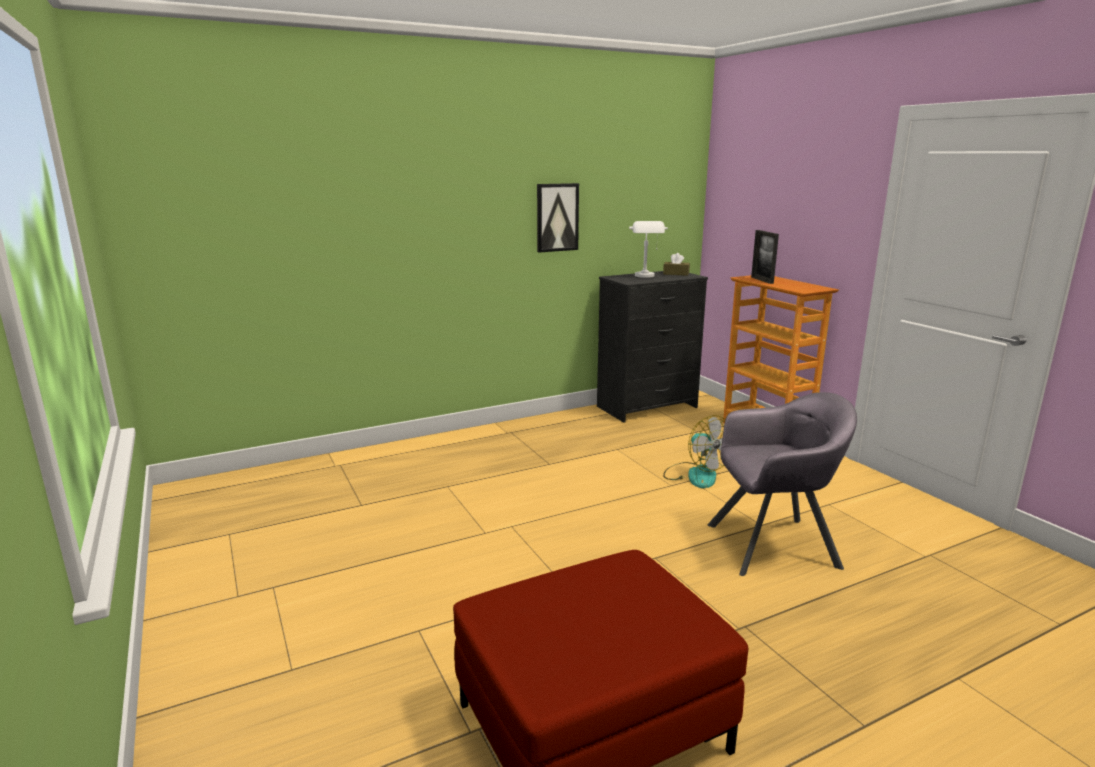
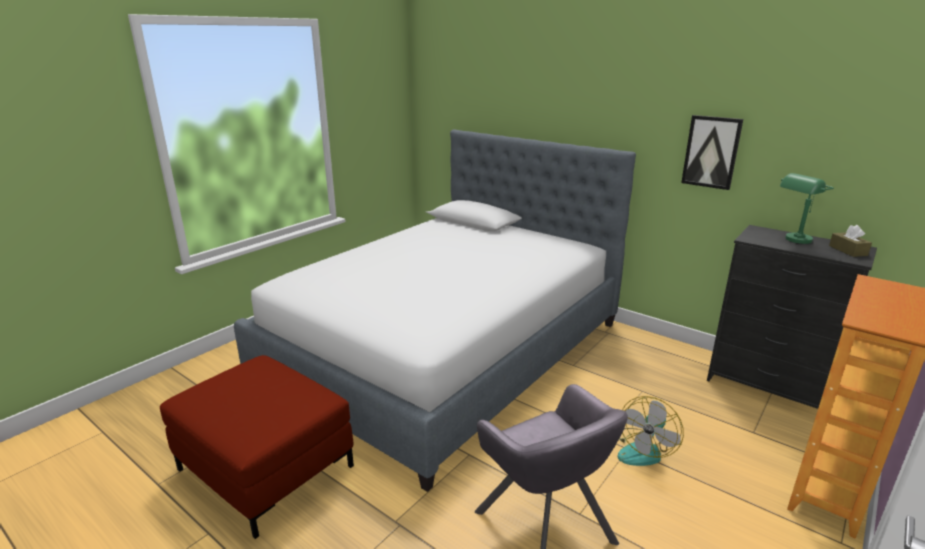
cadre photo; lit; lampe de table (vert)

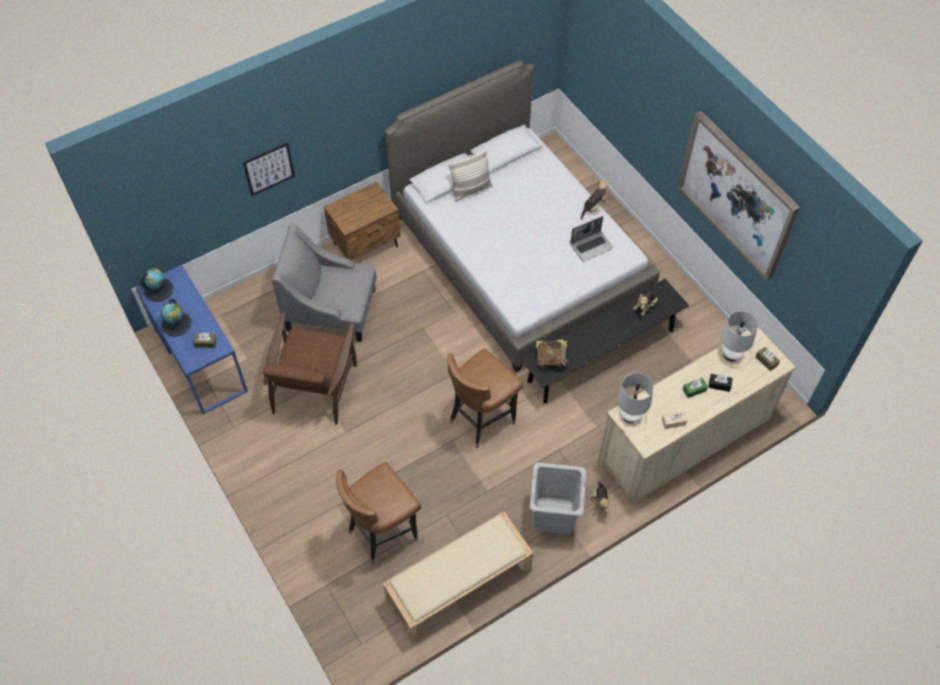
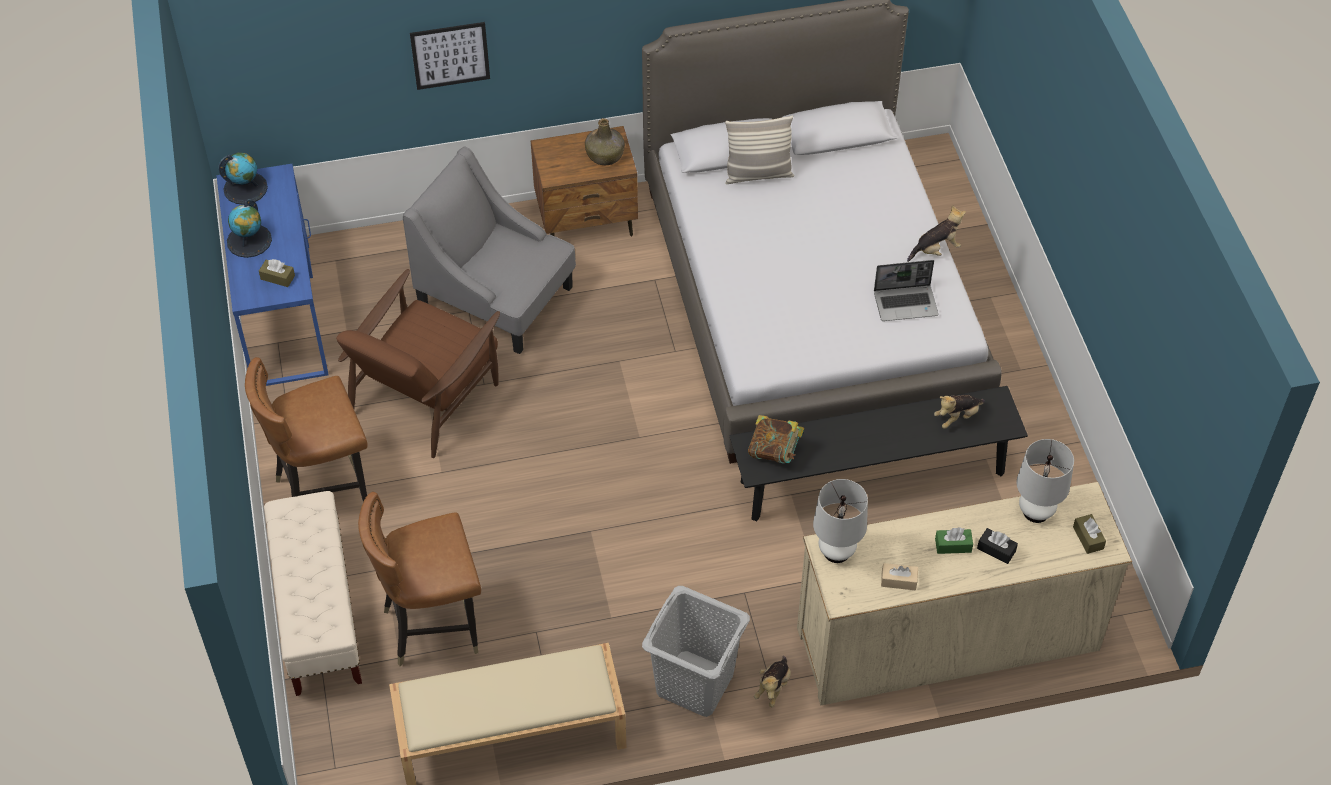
tableau (2nd from left in the first image); banc (beige) (1st from left); bouteille (vert); chaise (marron) (1st from left)

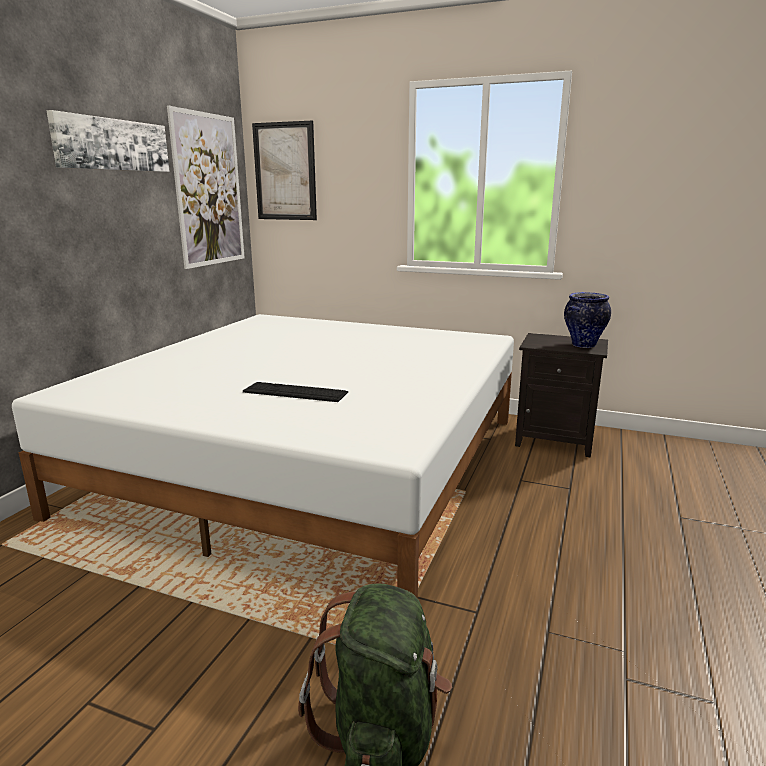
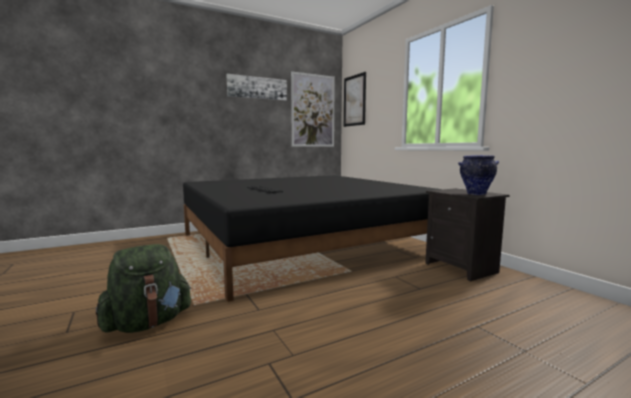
lit (noir)

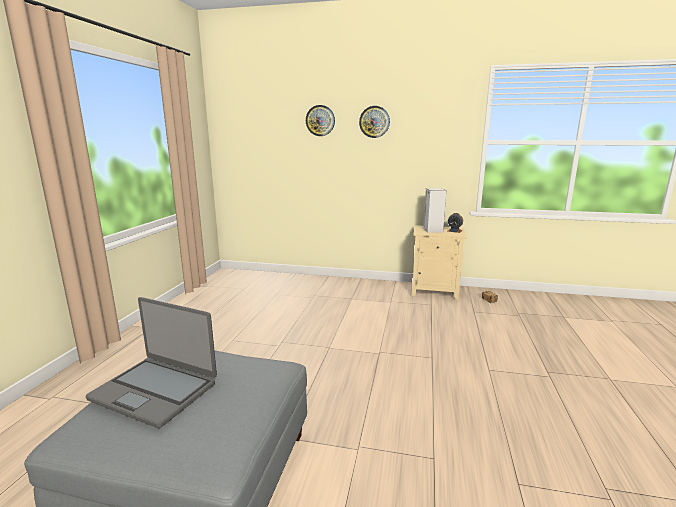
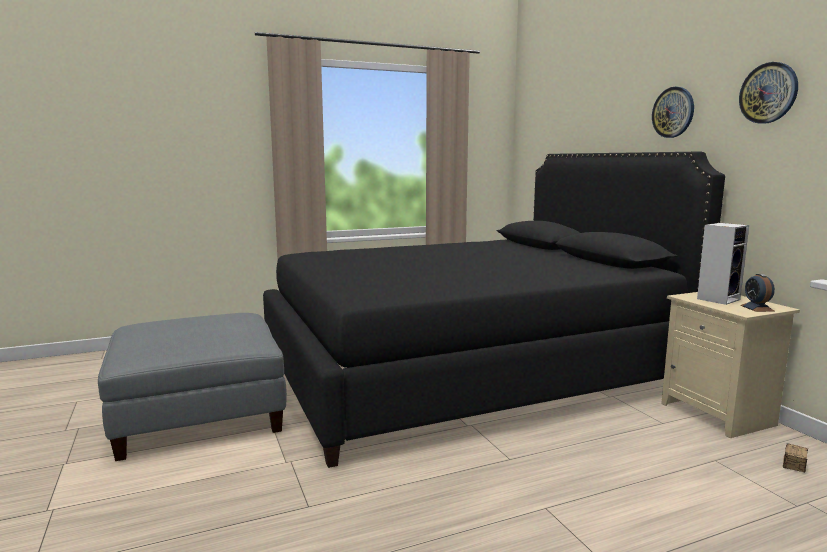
ordinateur portable; lit (noir); horloge murale (2nd from left)

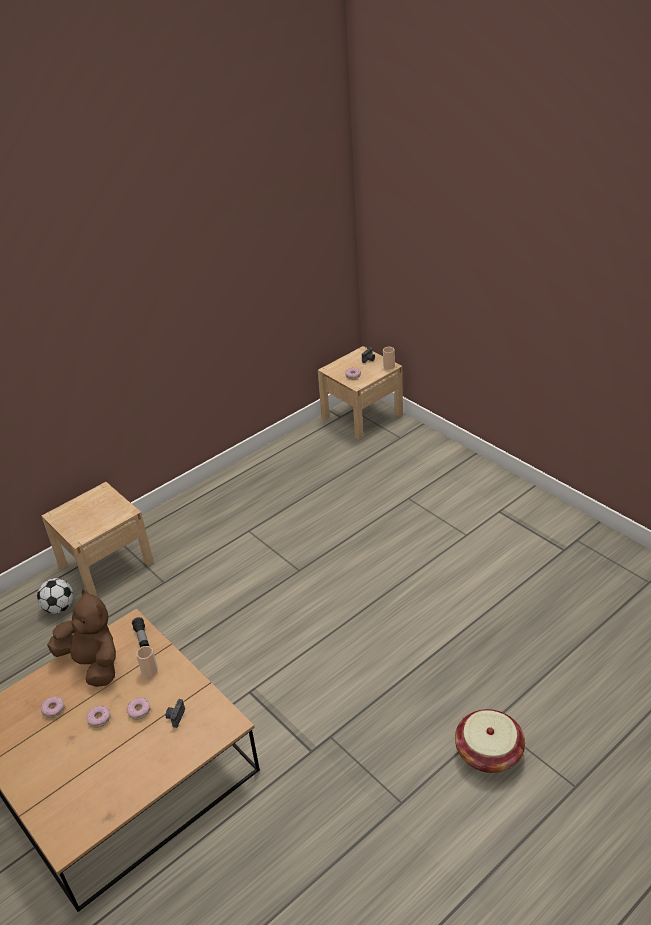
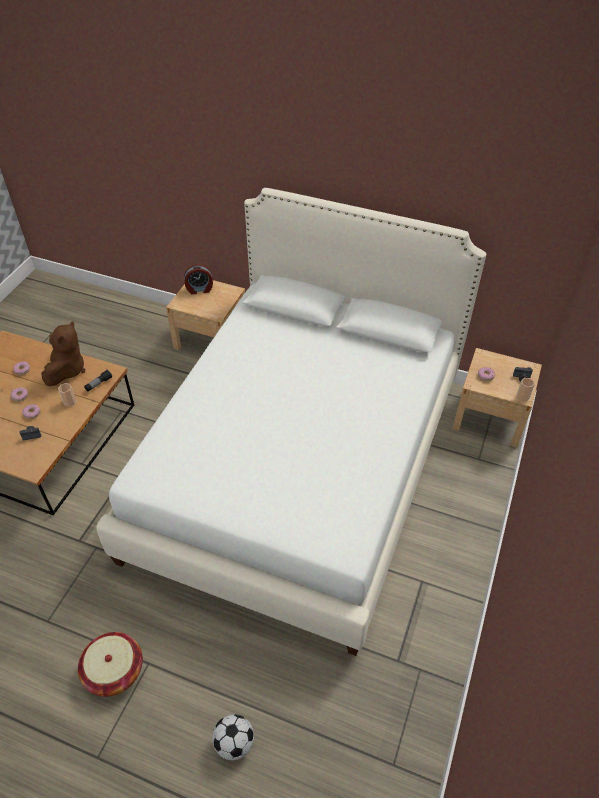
lit (blanc); réveil; ballon de foot

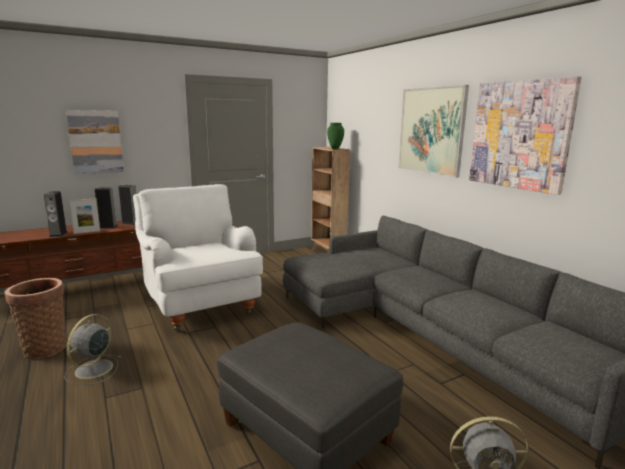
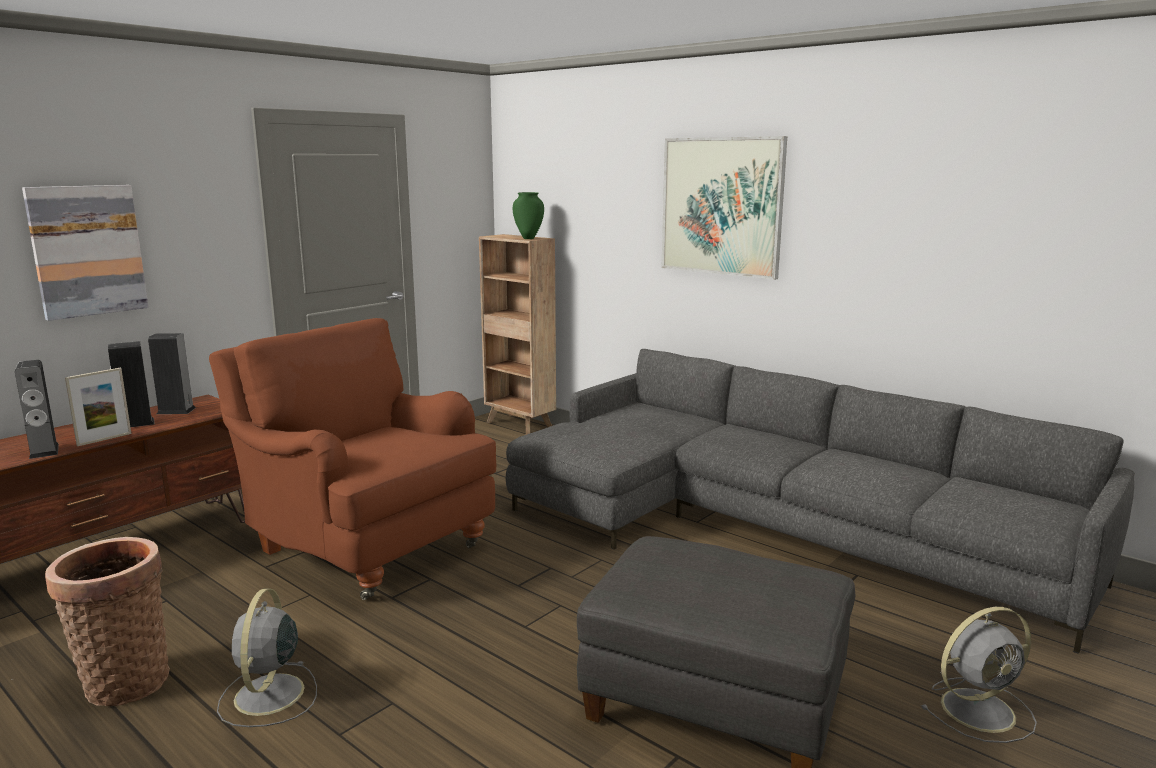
tableau (3rd from left in the first image); fauteuil (marron)

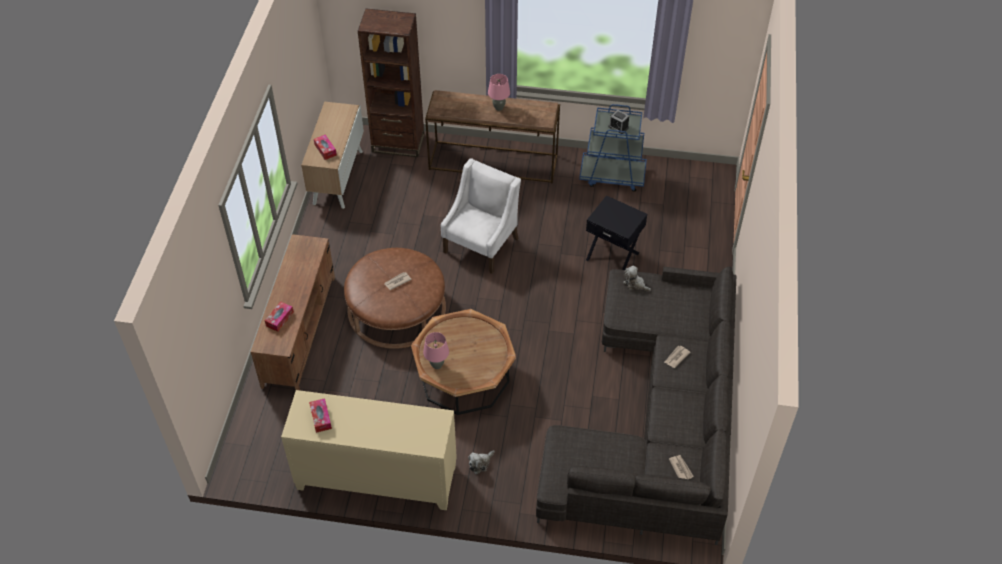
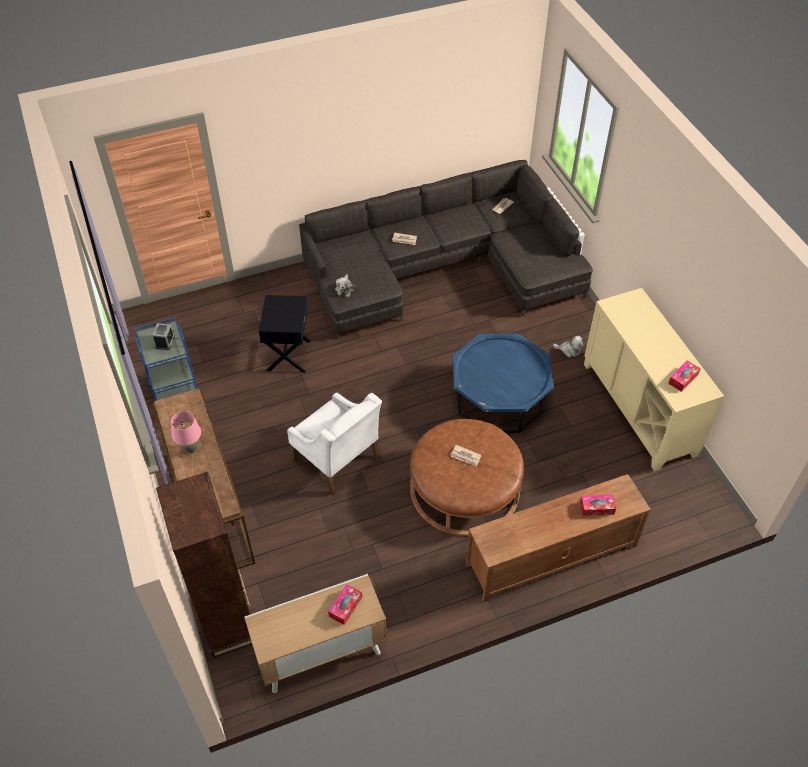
lampe de table (rose) (1st from left in the first image); table basse (bleu); fauteuil (blanc)

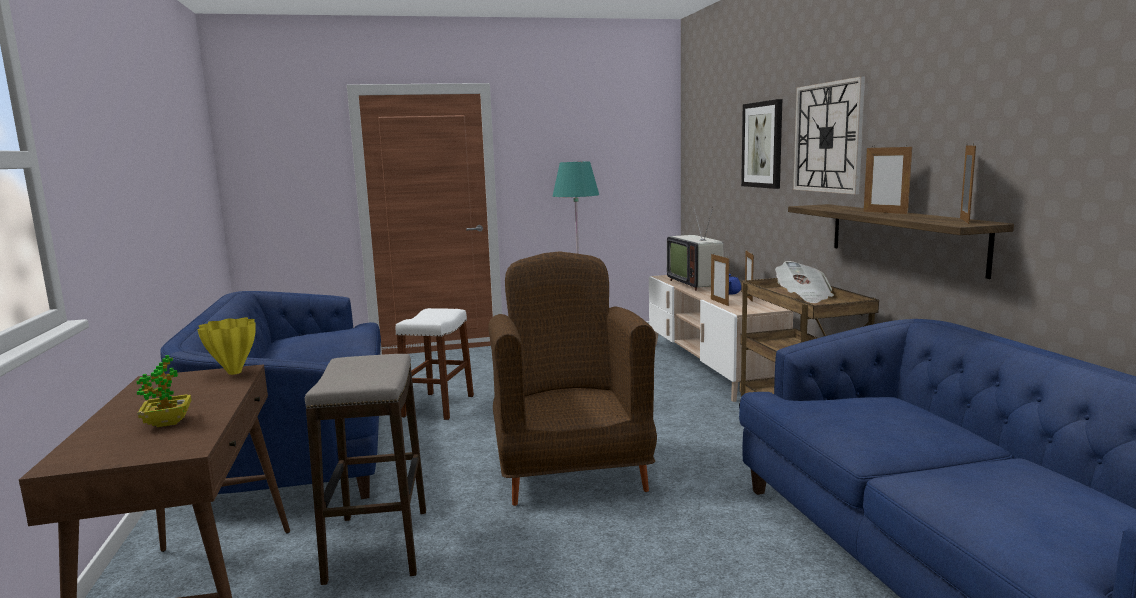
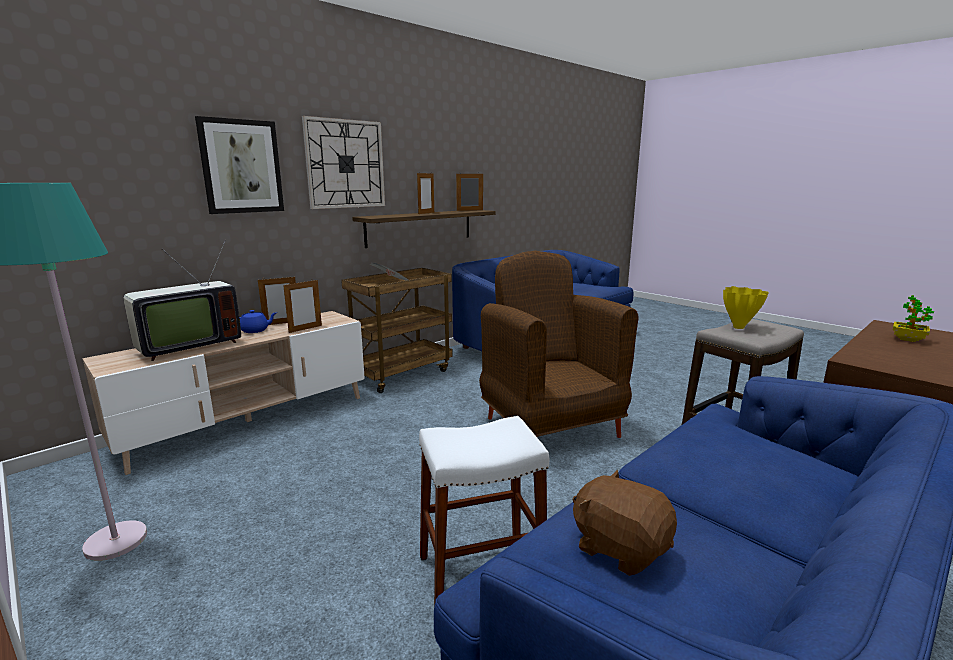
peluche (marron); vase (jaune); fauteuil (marron)

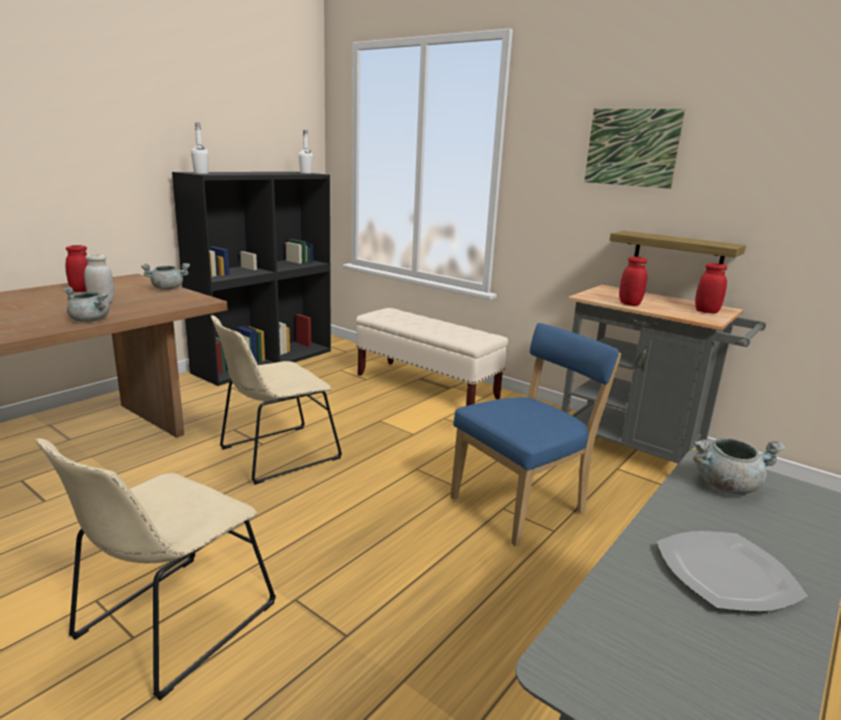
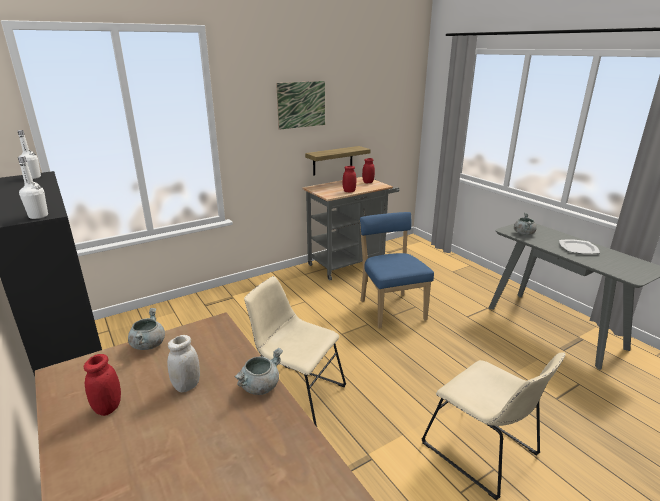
banc (beige); chaise (beige) (1st from left)

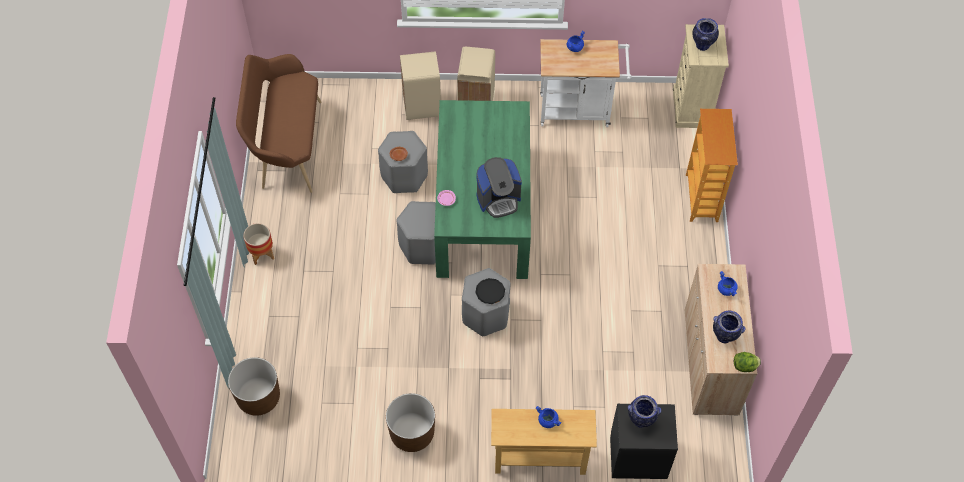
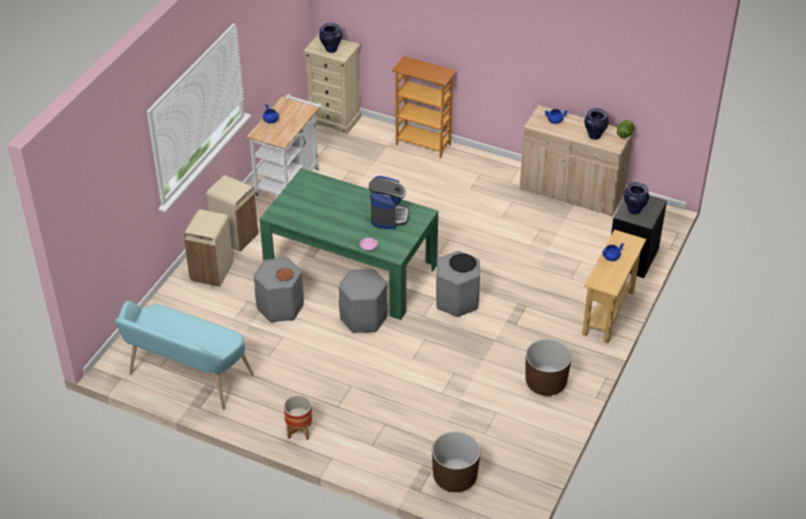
banc (turquoise)

